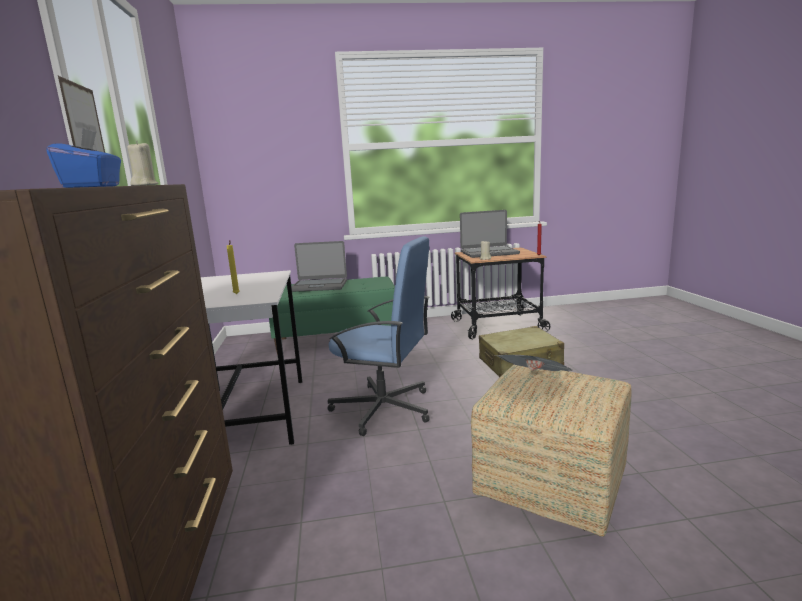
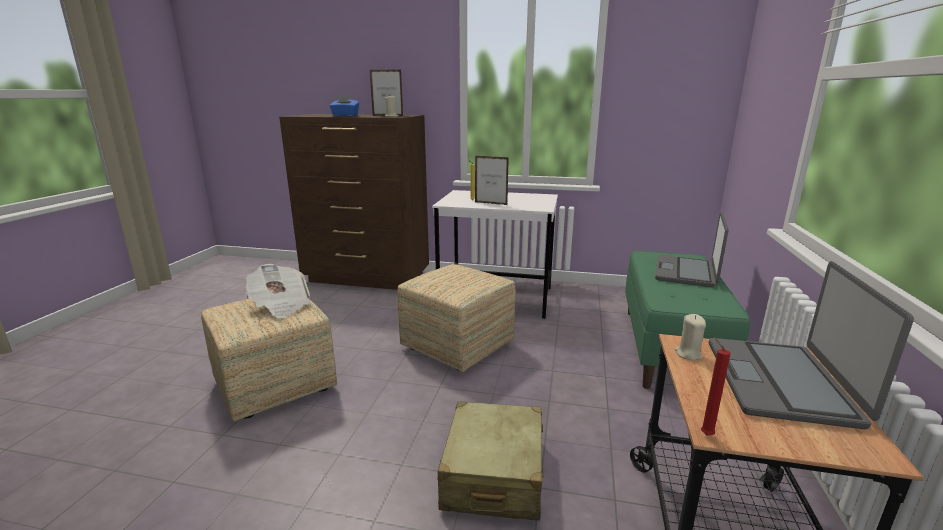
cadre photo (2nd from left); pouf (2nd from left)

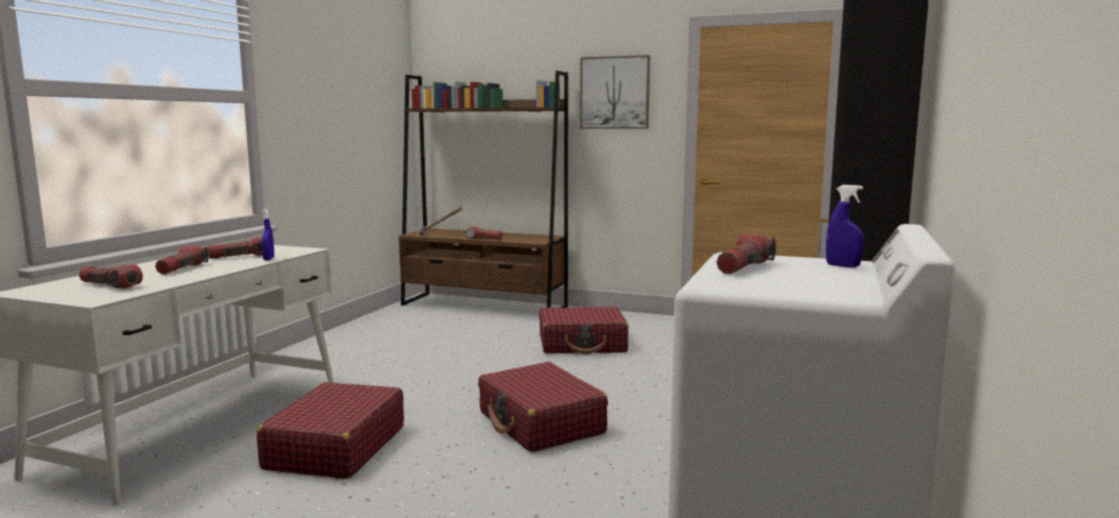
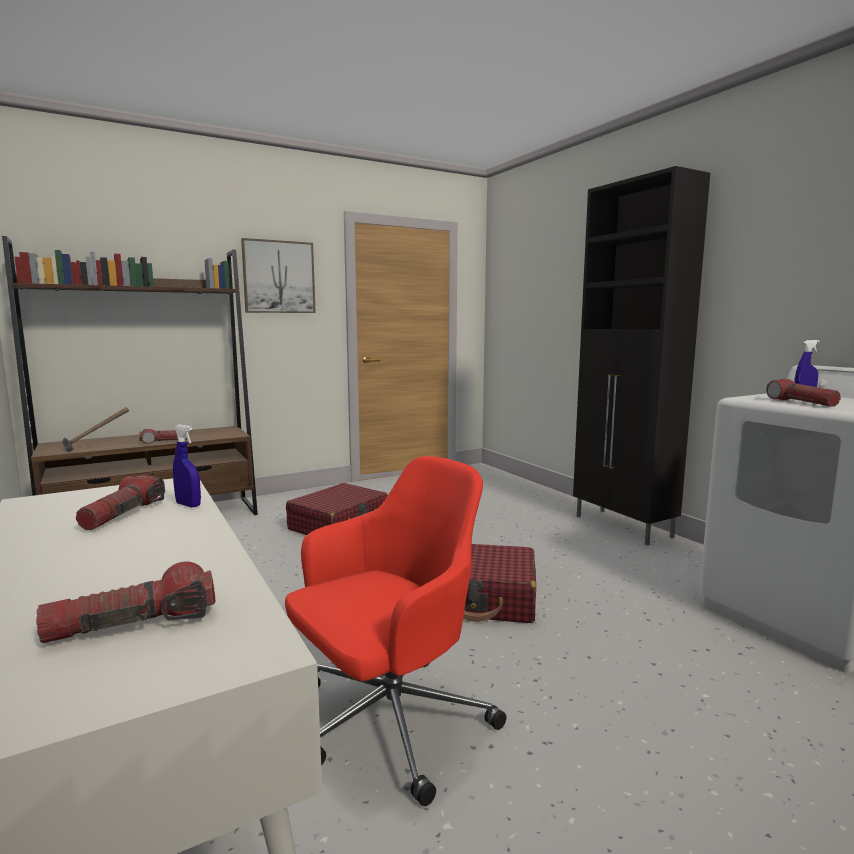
lampe de poche (2nd from left in the first image); chaise de bureau (rouge)

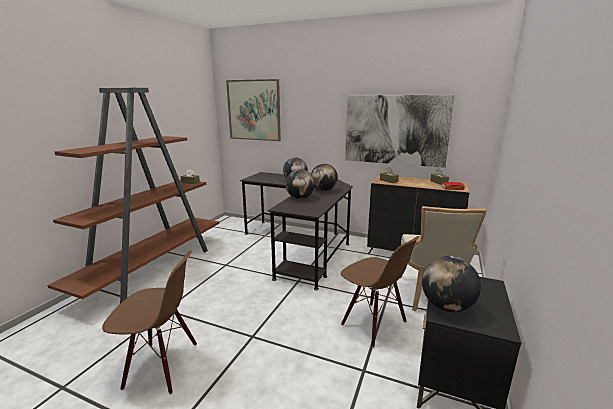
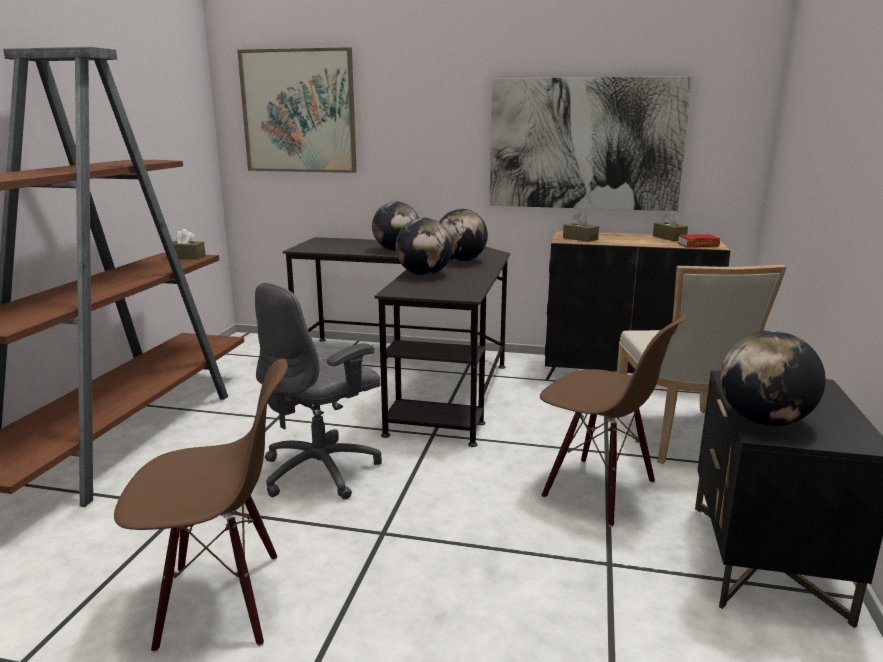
chaise de bureau (gris)

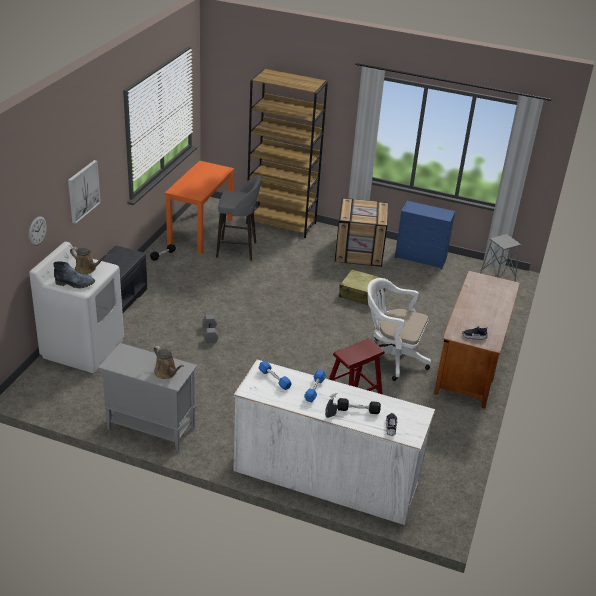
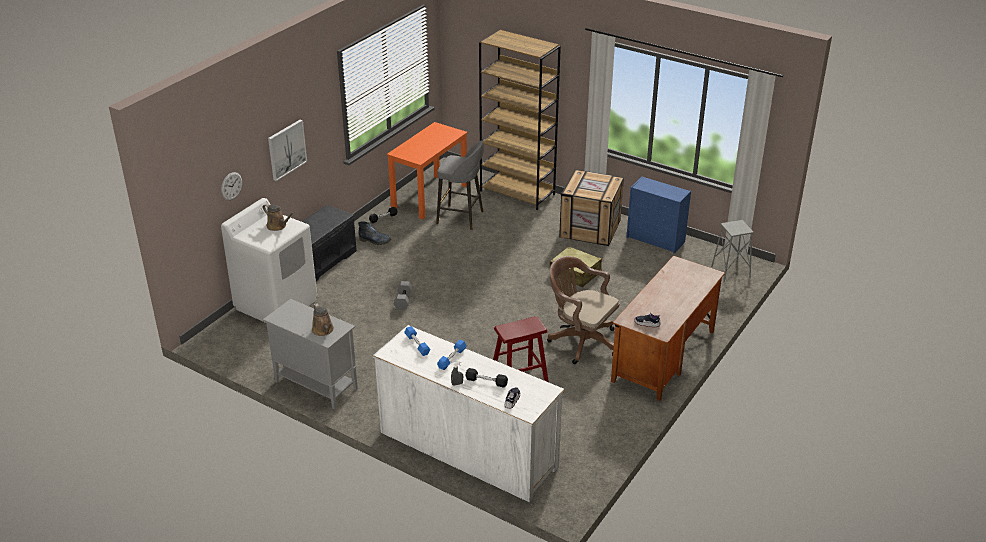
botte; chaise de bureau (marron)

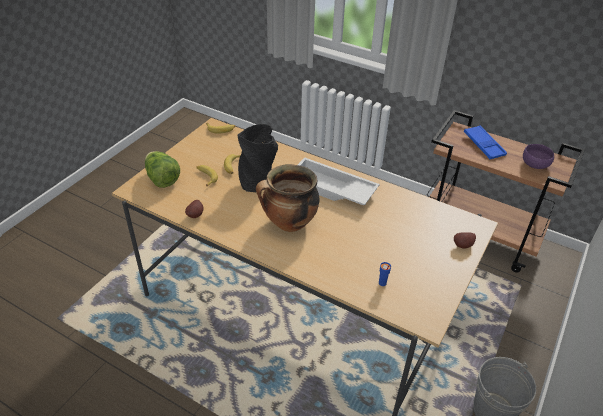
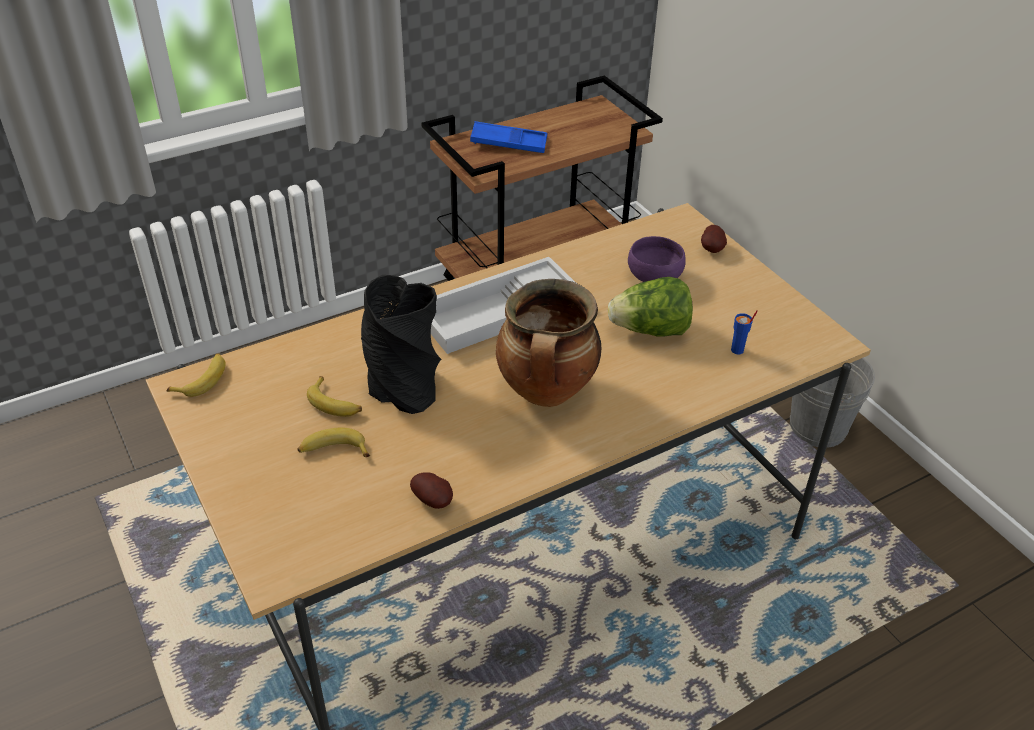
laitue; bol (violet)

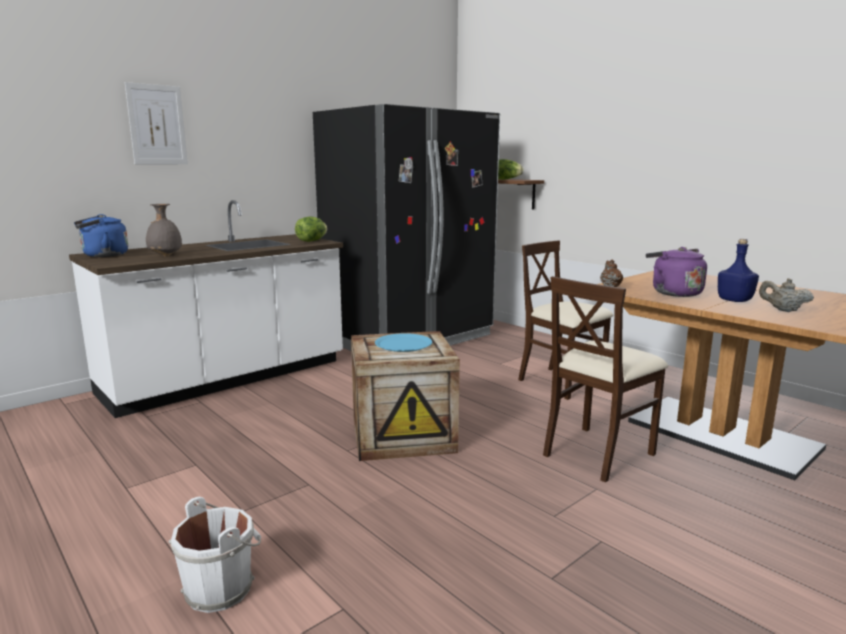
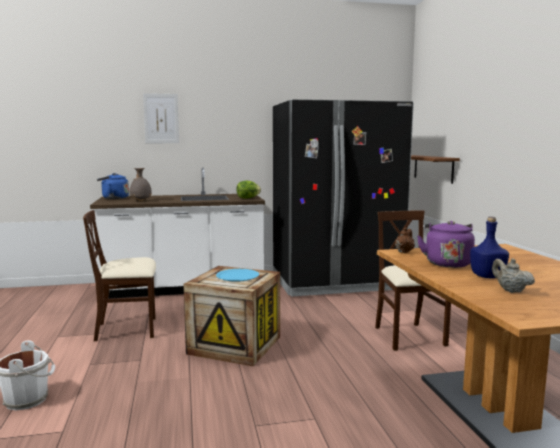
laitue (2nd from left in the first image); chaise (beige) (1st from left)

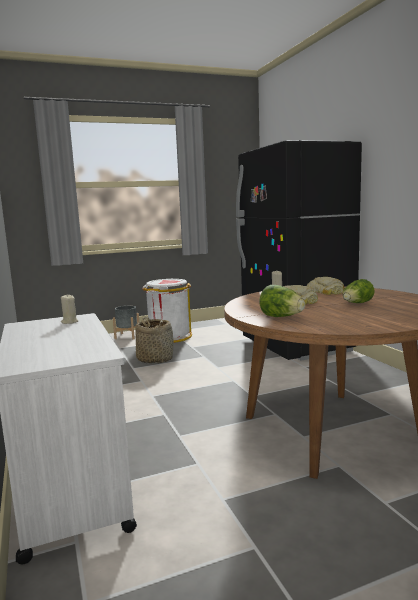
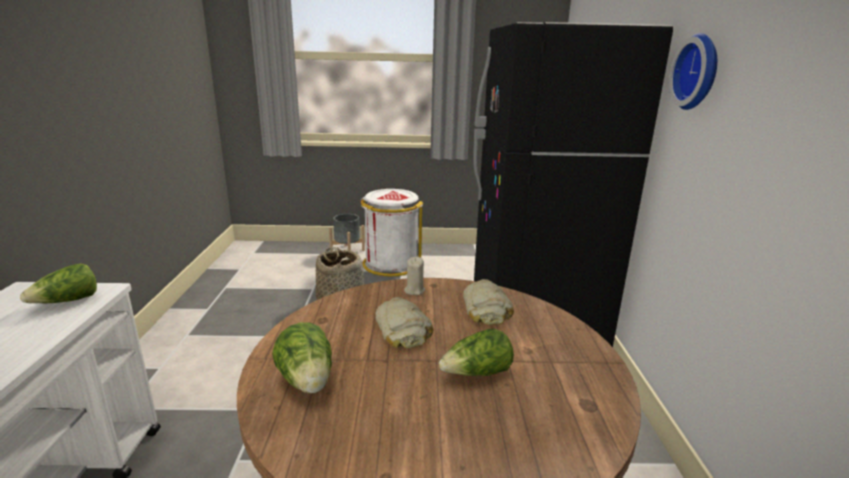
horloge murale; laitue (1st from left)

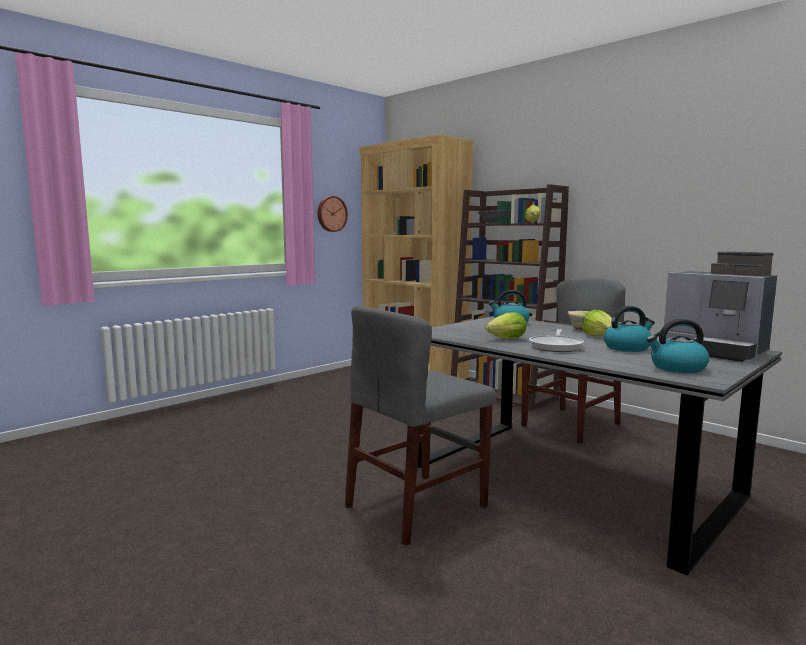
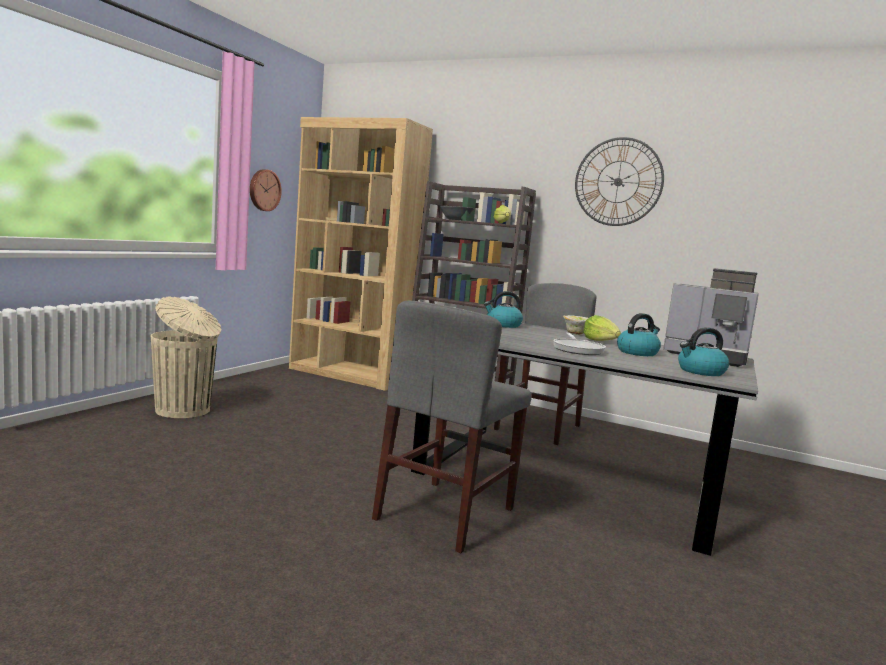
laitue (1st from left in the first image); poubelle (beige); horloge murale (2nd from left)

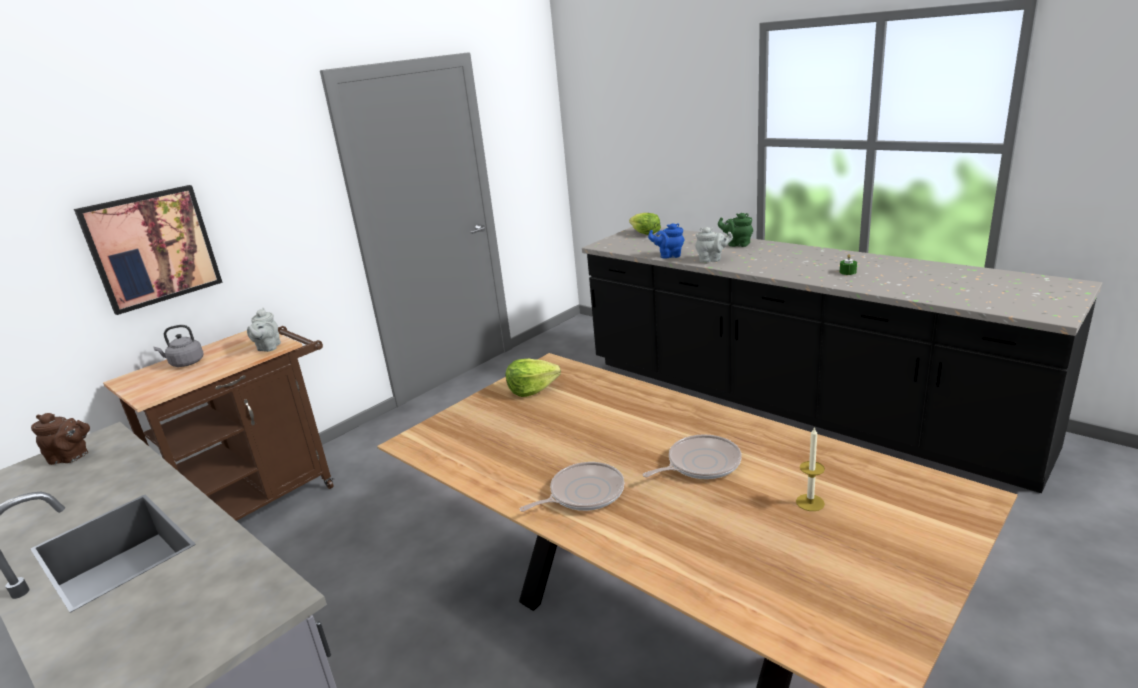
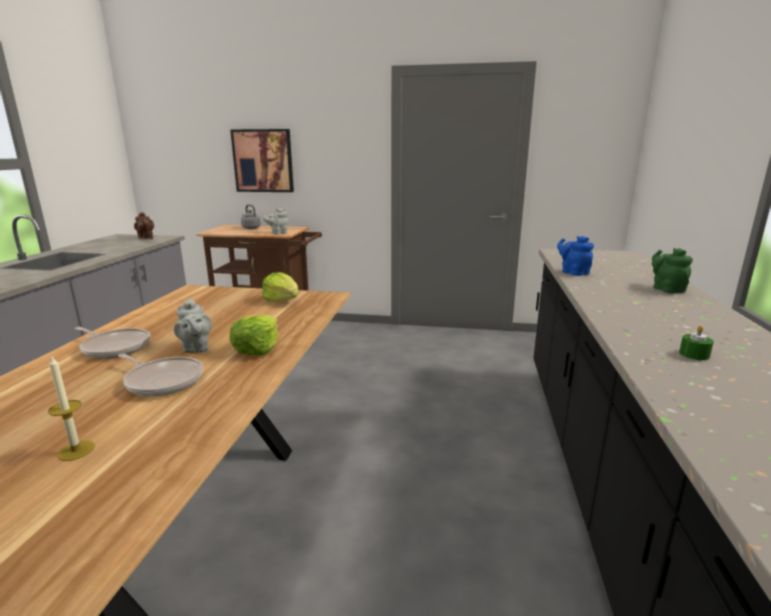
laitue (1st from left); théière (gris) (1st from left)

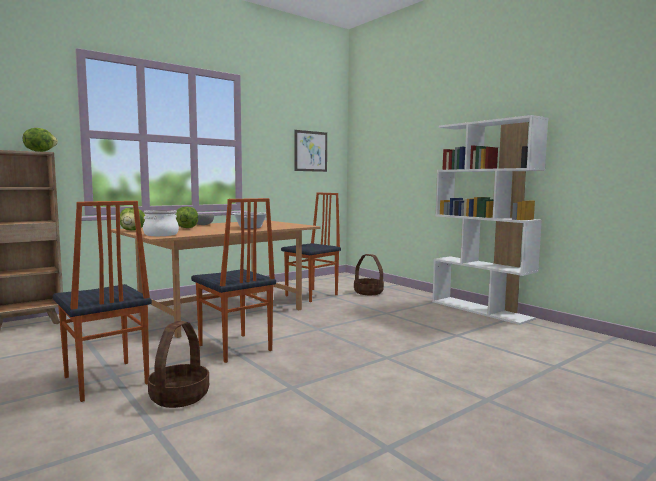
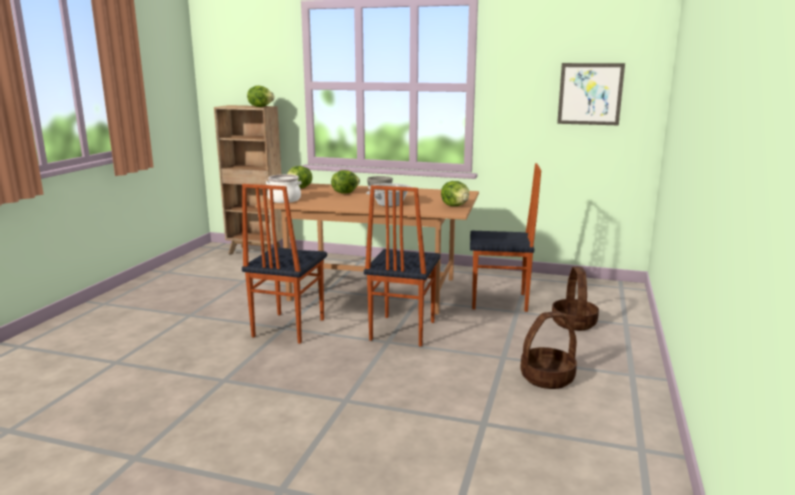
bibliothèque (blanc); laitue (4th from left); chaise (2nd from left); panier (1st from left)

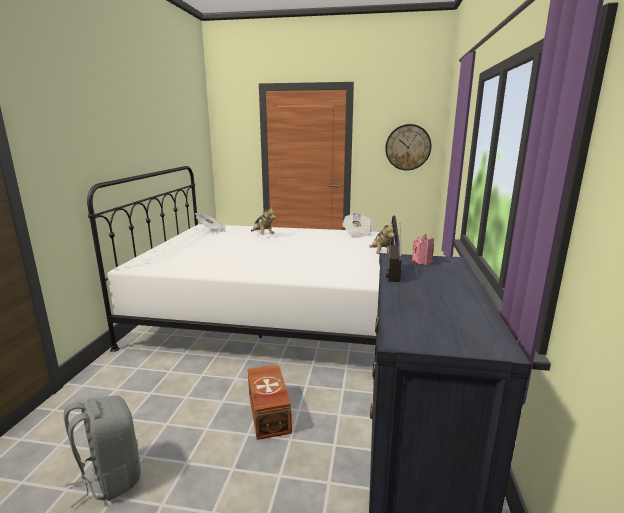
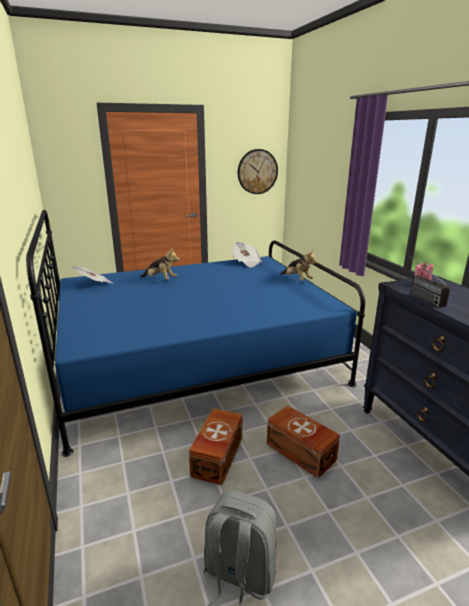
boîte de rangement (marron) (1st from left); lit (bleu)

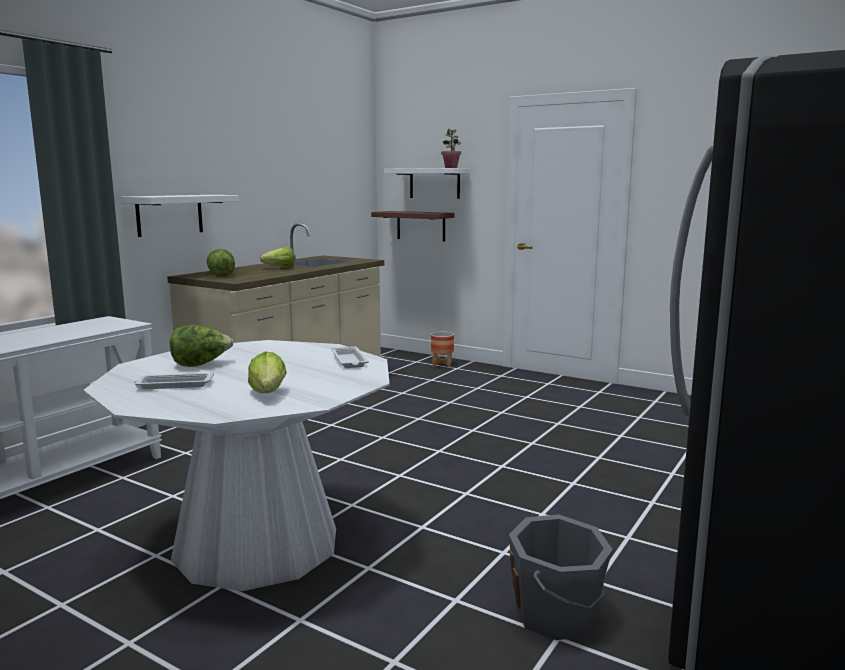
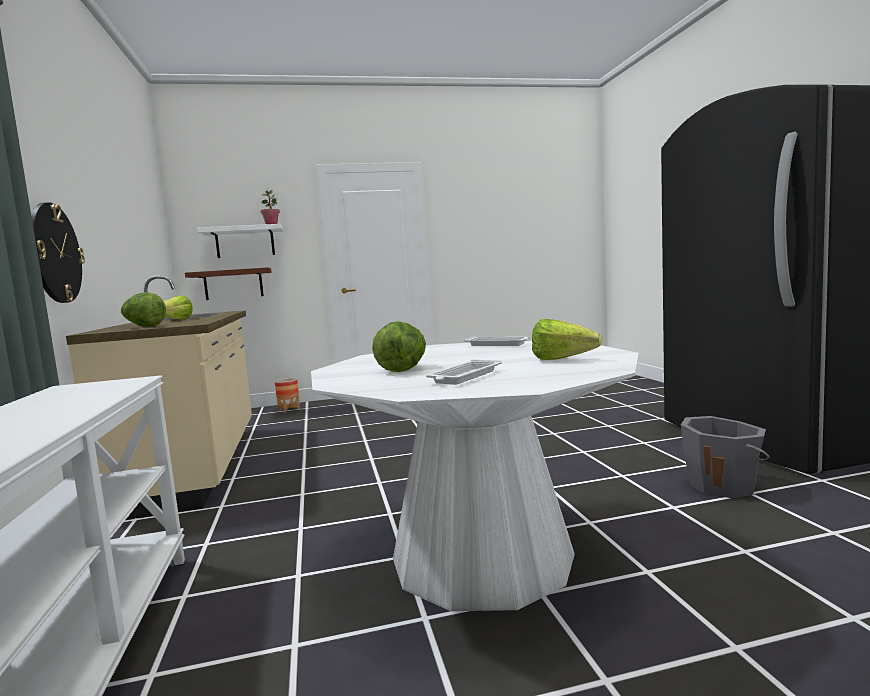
horloge murale

